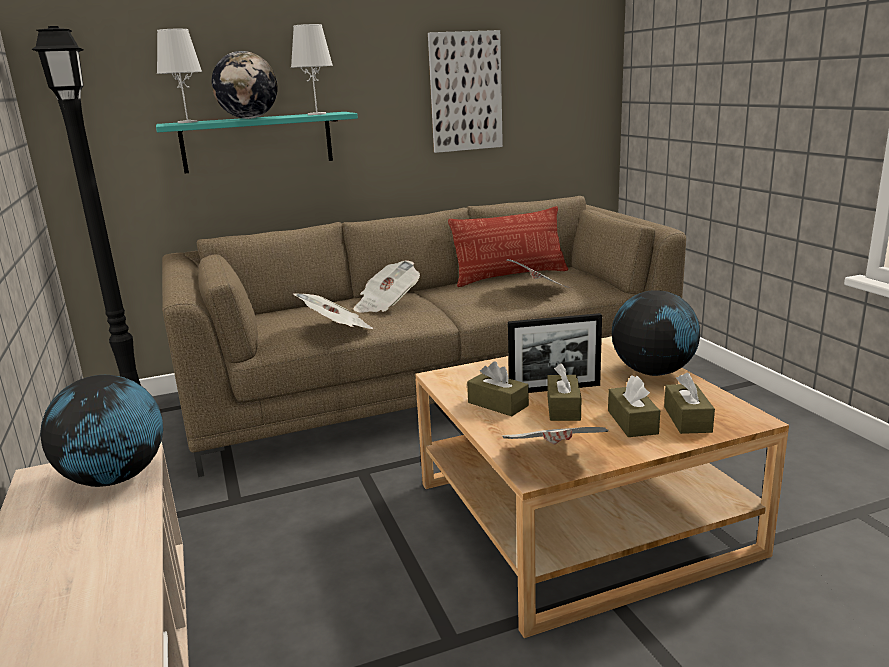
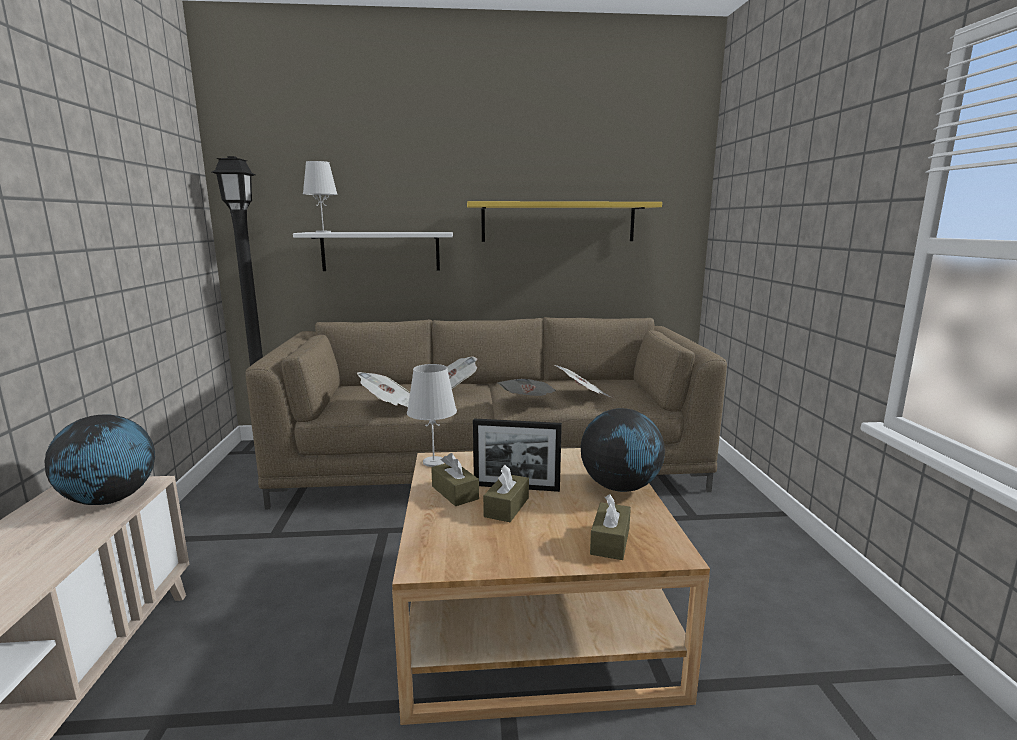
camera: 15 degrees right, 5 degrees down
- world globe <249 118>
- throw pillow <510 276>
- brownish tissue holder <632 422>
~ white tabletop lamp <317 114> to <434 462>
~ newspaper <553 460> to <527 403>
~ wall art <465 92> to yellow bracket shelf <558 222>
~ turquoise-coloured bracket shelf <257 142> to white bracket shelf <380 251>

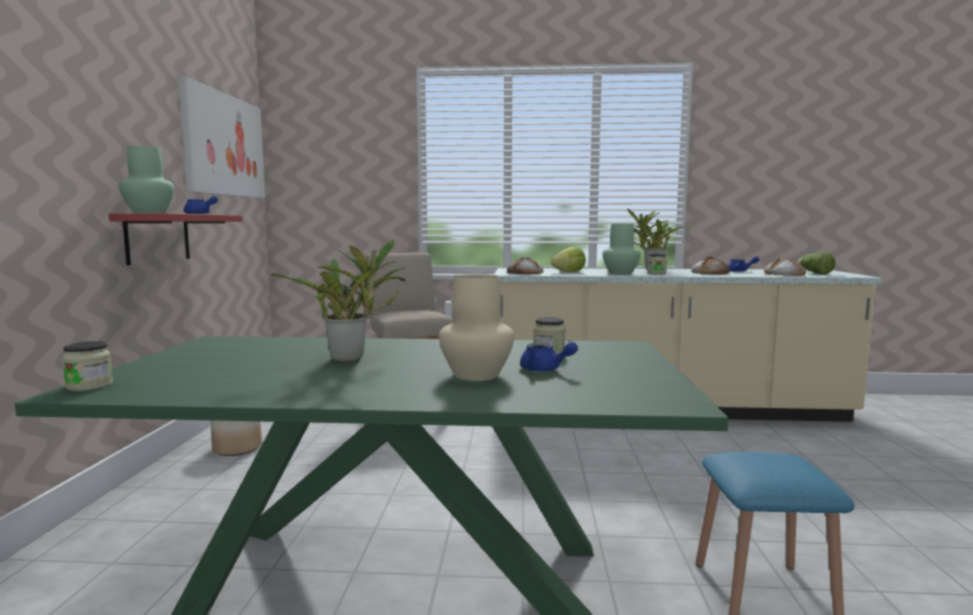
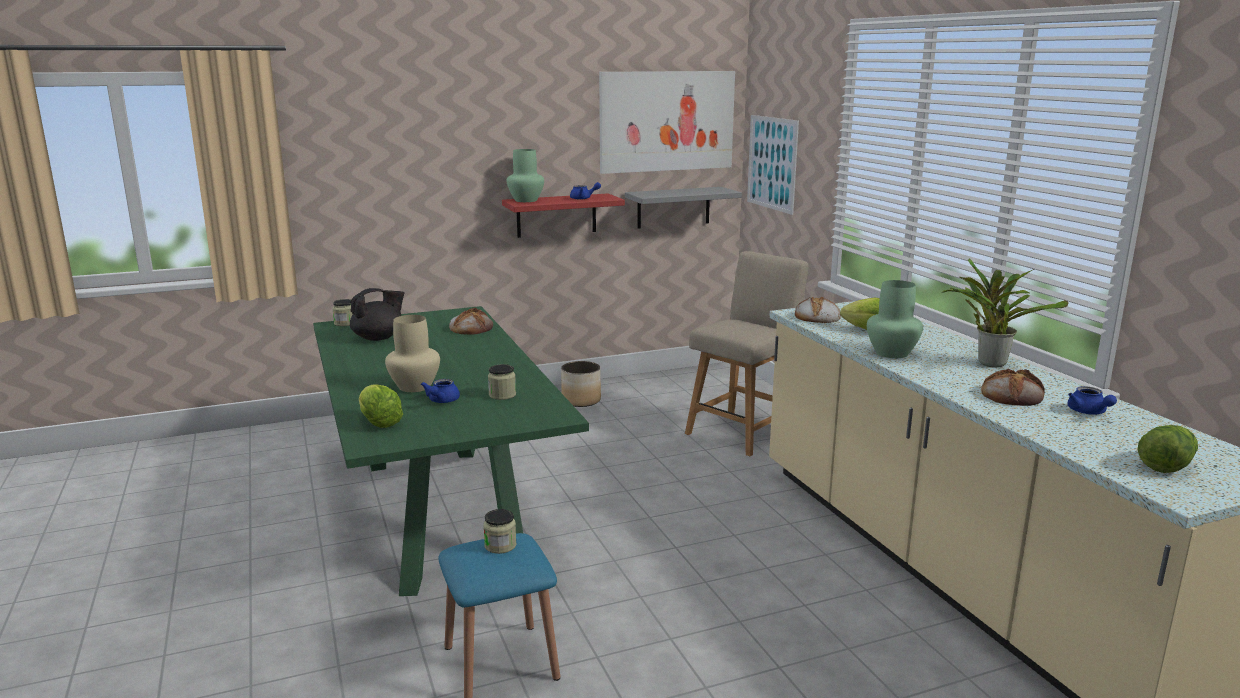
camera: 65 degrees right, 10 degrees up
- houseplant <352 358>
+ black-coloured pot for tea <379 338>
+ lettuce <379 422>
+ gray bracket shelf <673 207>
+ wall art <772 163>
~ jar <656 273> to <500 545>
~ baked bread <784 274> to <471 328>

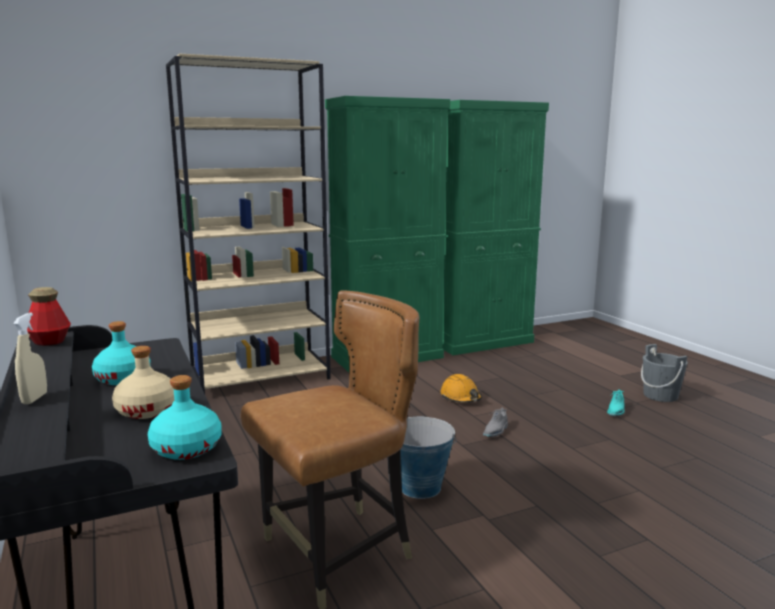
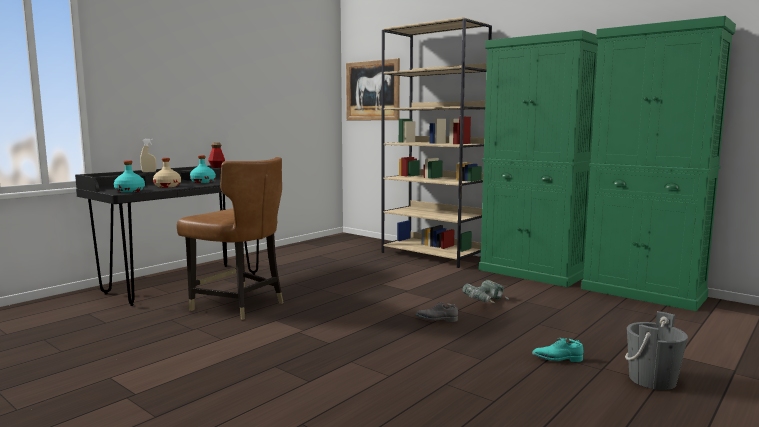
camera: 65 degrees right, 5 degrees down
- bucket <420 487>
+ wall art <372 90>
~ orange-coloured work helmet <461 398> to electric drill <487 302>

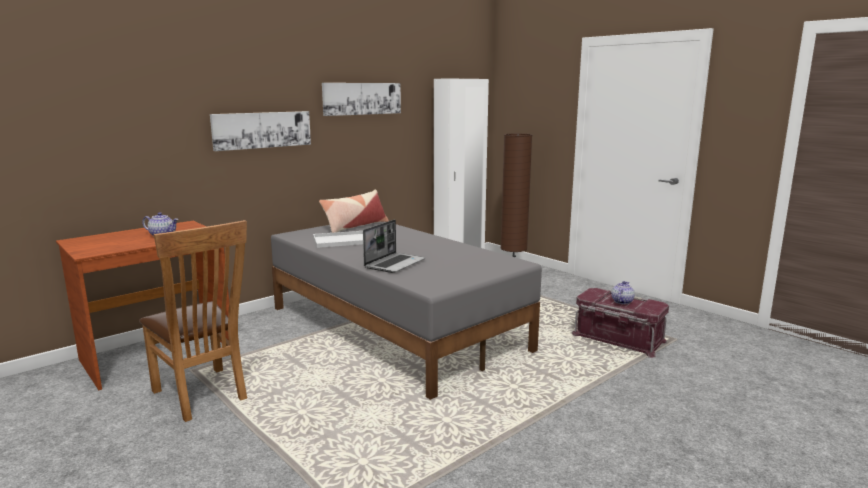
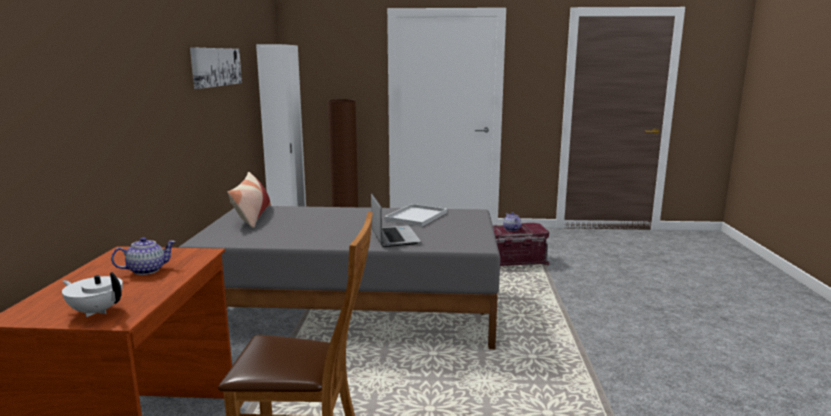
camera: 45 degrees left, 0 degrees up
- wall art <262 130>
+ white pot for tea <96 311>
~ white carrying tray <340 241> to <416 216>

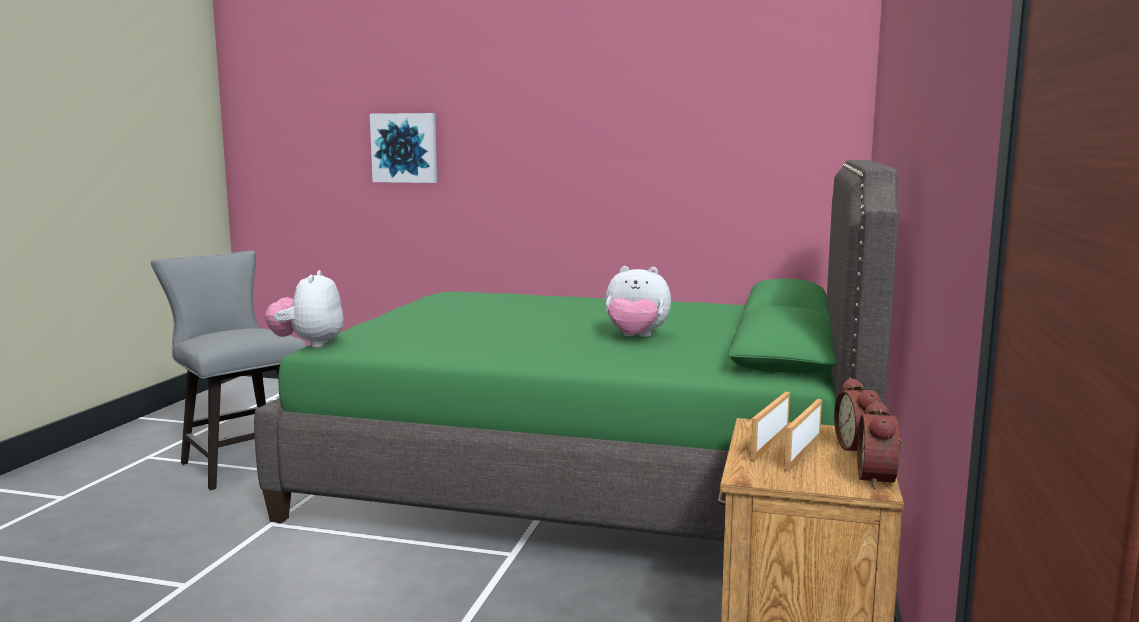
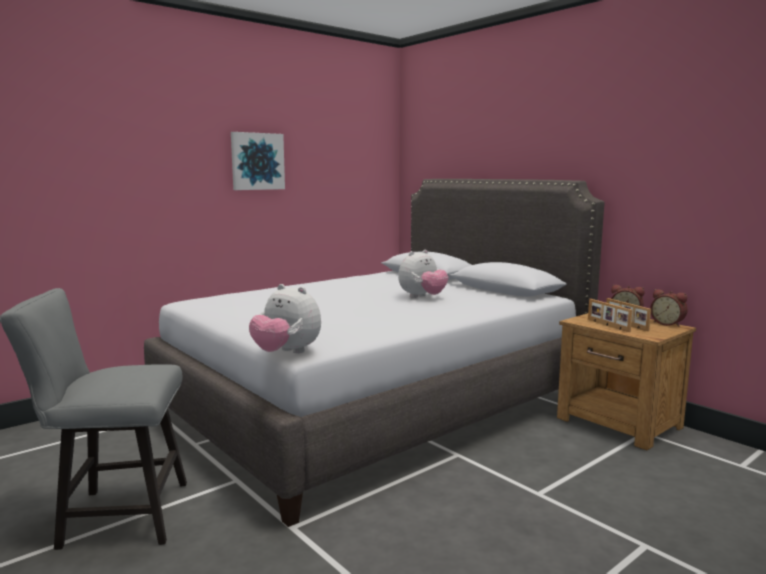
camera: 55 degrees left, 0 degrees up
~ wall art <404 148> to <257 161>
~ green-coloured sleeping bed <591 477> to gray sleeping bed <376 404>

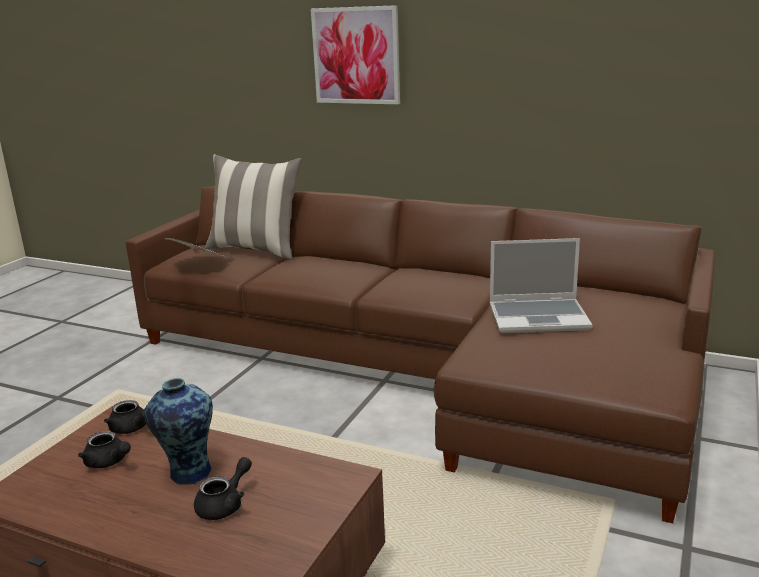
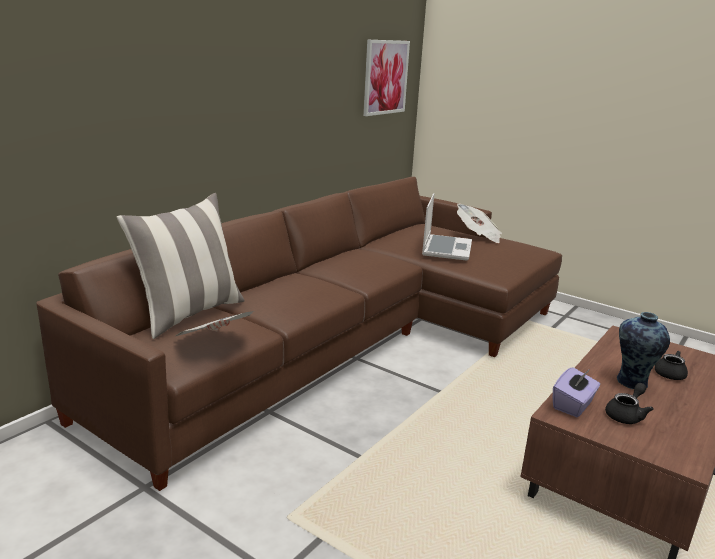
camera: 80 degrees left, 0 degrees up
+ newspaper <478 236>
~ wall art <356 55> to <385 77>
~ black-coloured pot for tea <131 429> to purple tissue holder <573 405>

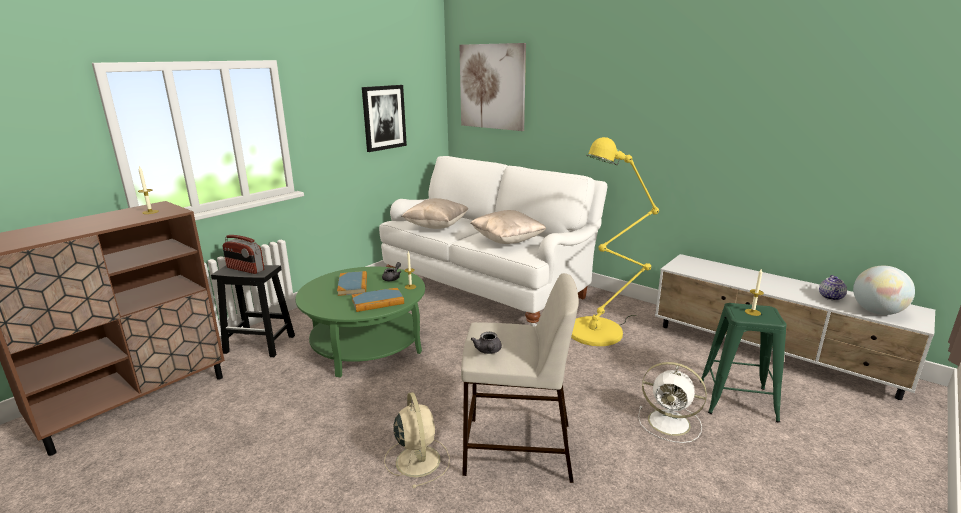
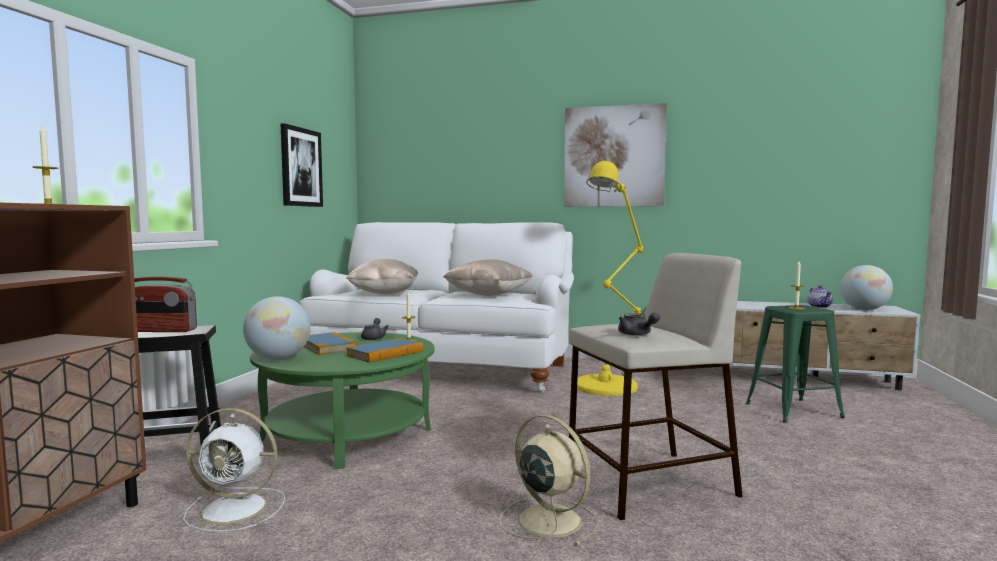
camera: 25 degrees left, 15 degrees down
+ world globe <278 359>
~ wall art <492 87> to <614 156>
~ white cooling fan <671 423> to <237 509>

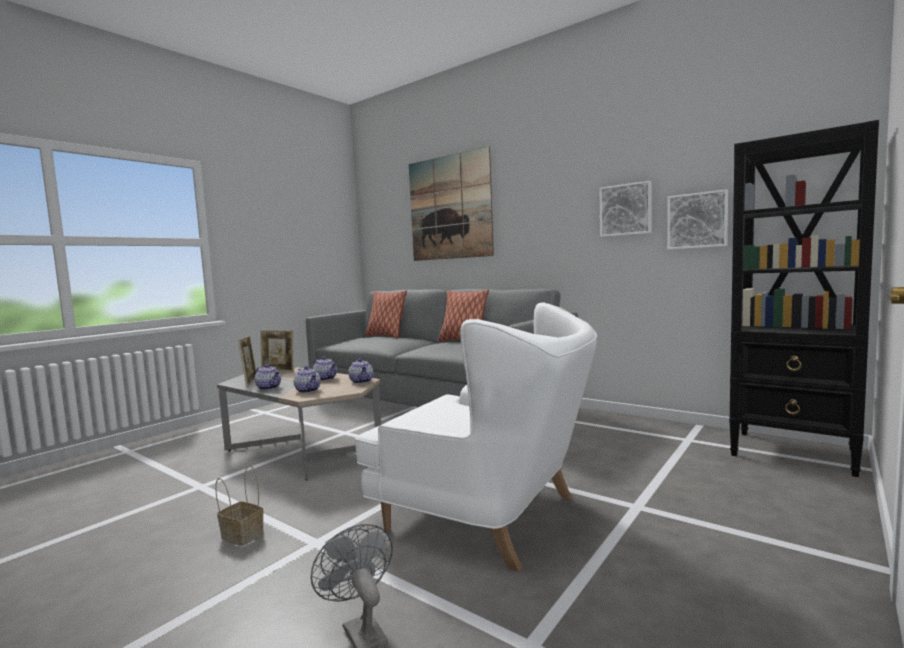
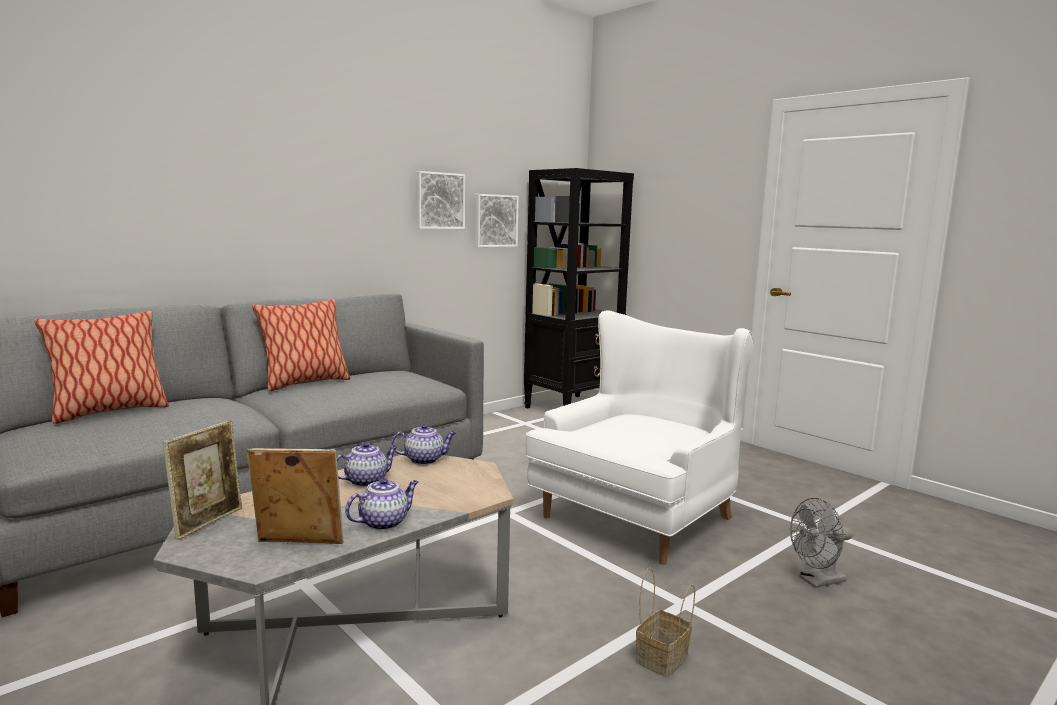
camera: 80 degrees left, 5 degrees up
- pot for tea <308 390>
- wall art <449 207>

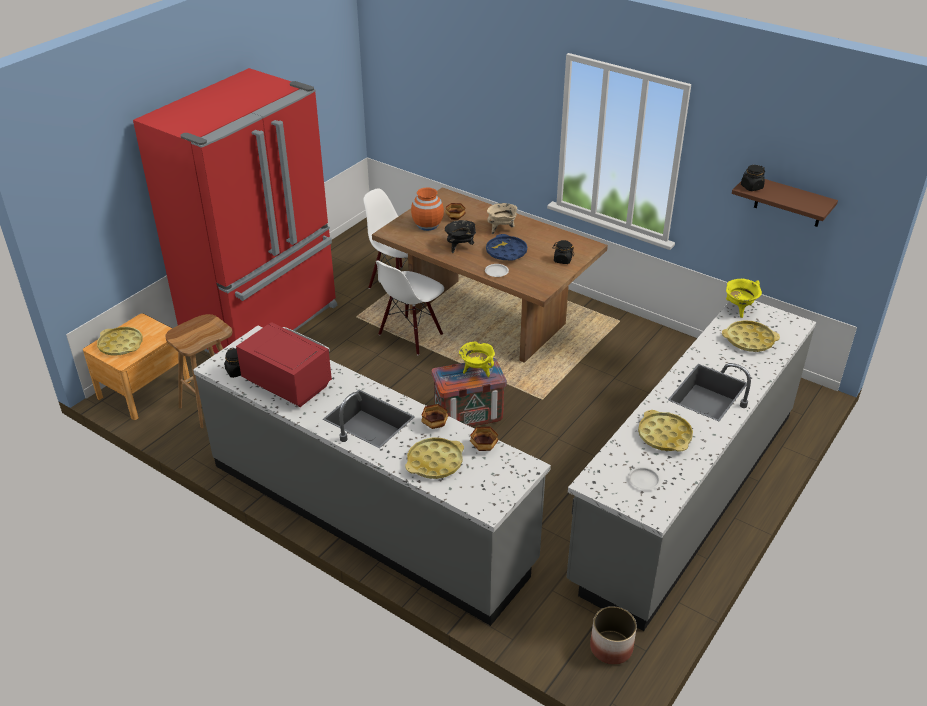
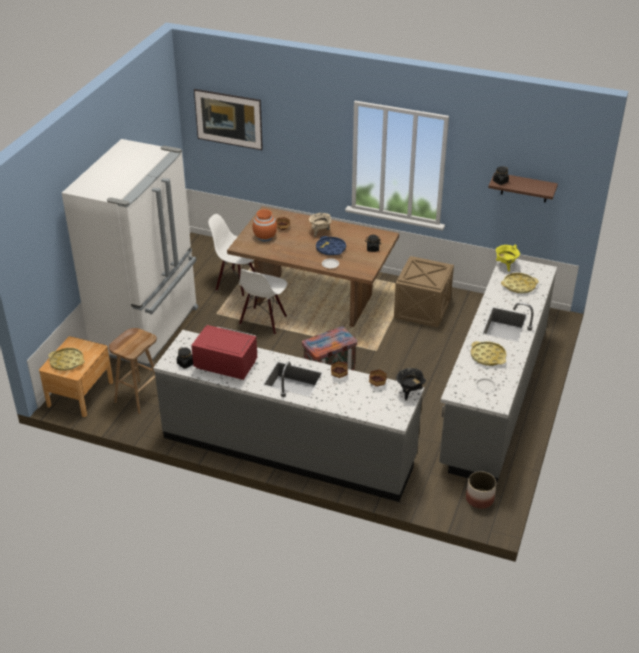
camera: 15 degrees left, 0 degrees up
- yellow carrying tray <435 462>
- yellow stockpot <477 371>
+ wall art <229 131>
+ crate <422 309>
~ black-coloured stockpot <460 247> to <409 392>
~ red-coloured fridge <264 323> to white fridge <148 330>

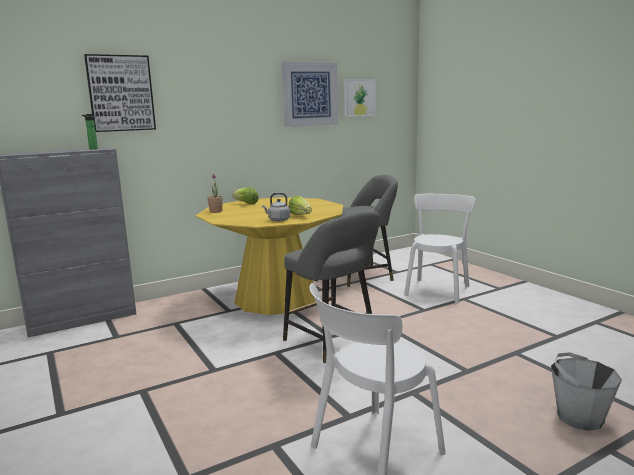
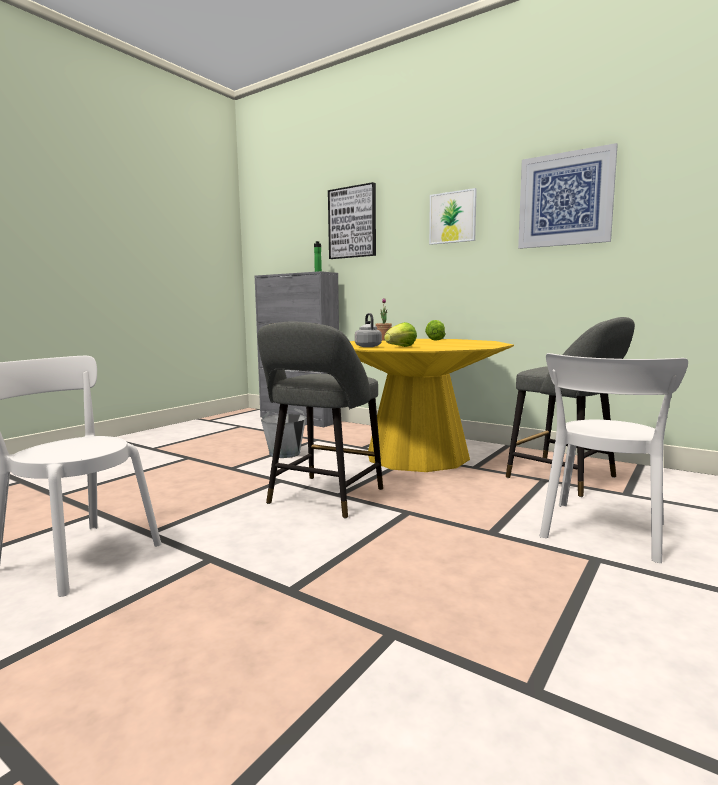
camera: 65 degrees right, 5 degrees down
~ wall art <359 97> to <452 217>
~ gray bucket <579 417> to <285 453>
~ white chair <438 289> = <602 532> 120 degrees clockwise

